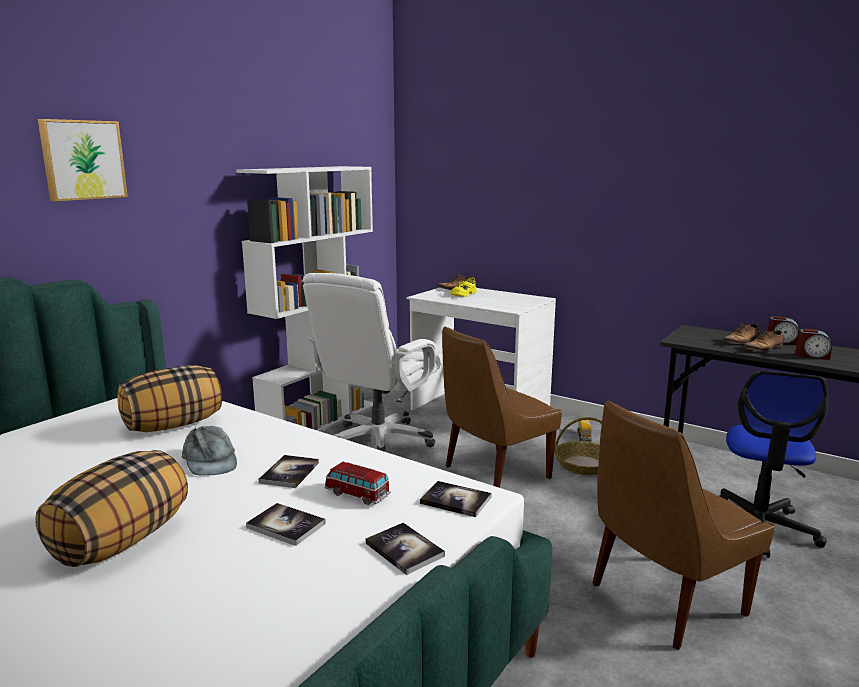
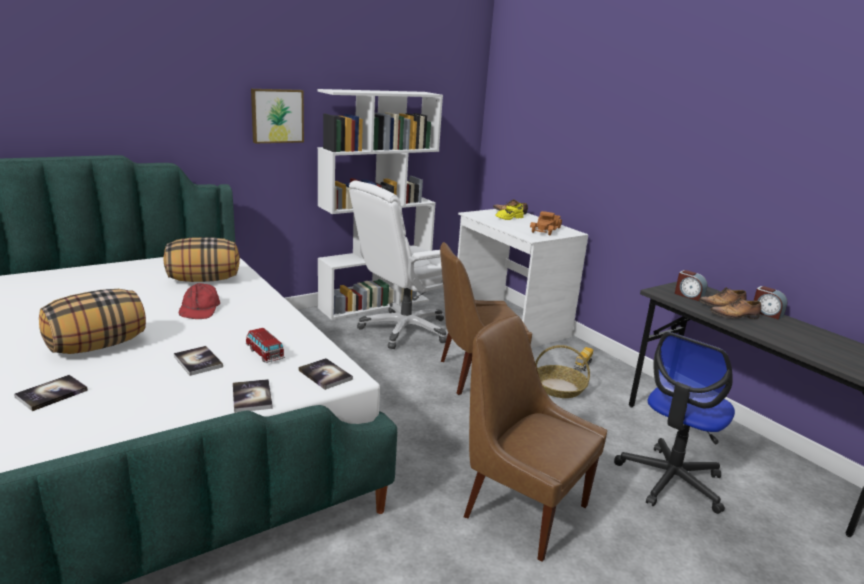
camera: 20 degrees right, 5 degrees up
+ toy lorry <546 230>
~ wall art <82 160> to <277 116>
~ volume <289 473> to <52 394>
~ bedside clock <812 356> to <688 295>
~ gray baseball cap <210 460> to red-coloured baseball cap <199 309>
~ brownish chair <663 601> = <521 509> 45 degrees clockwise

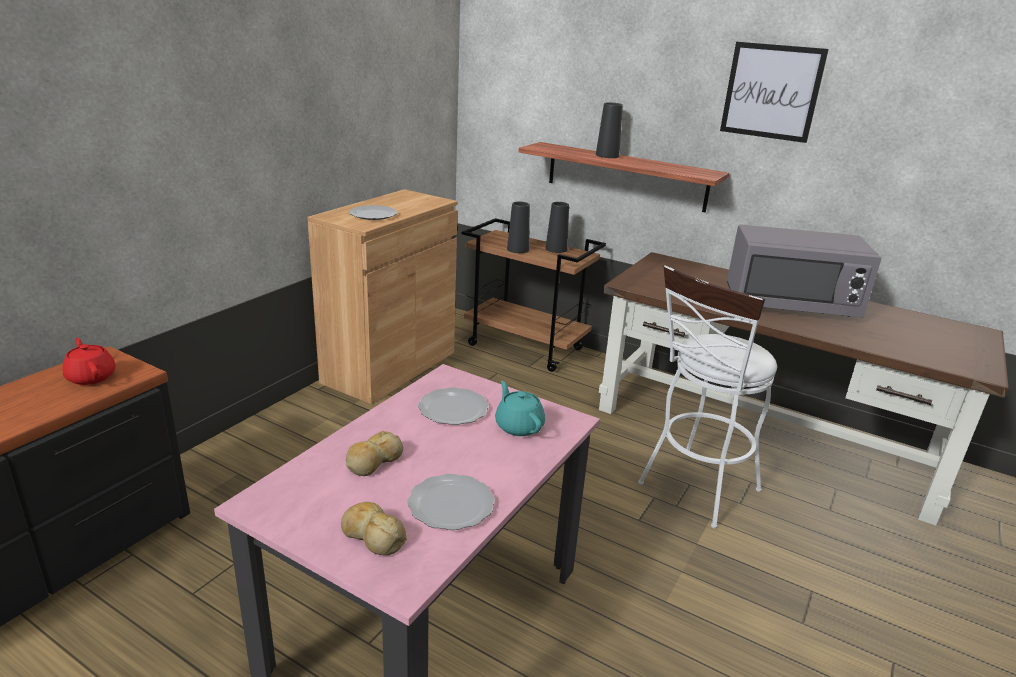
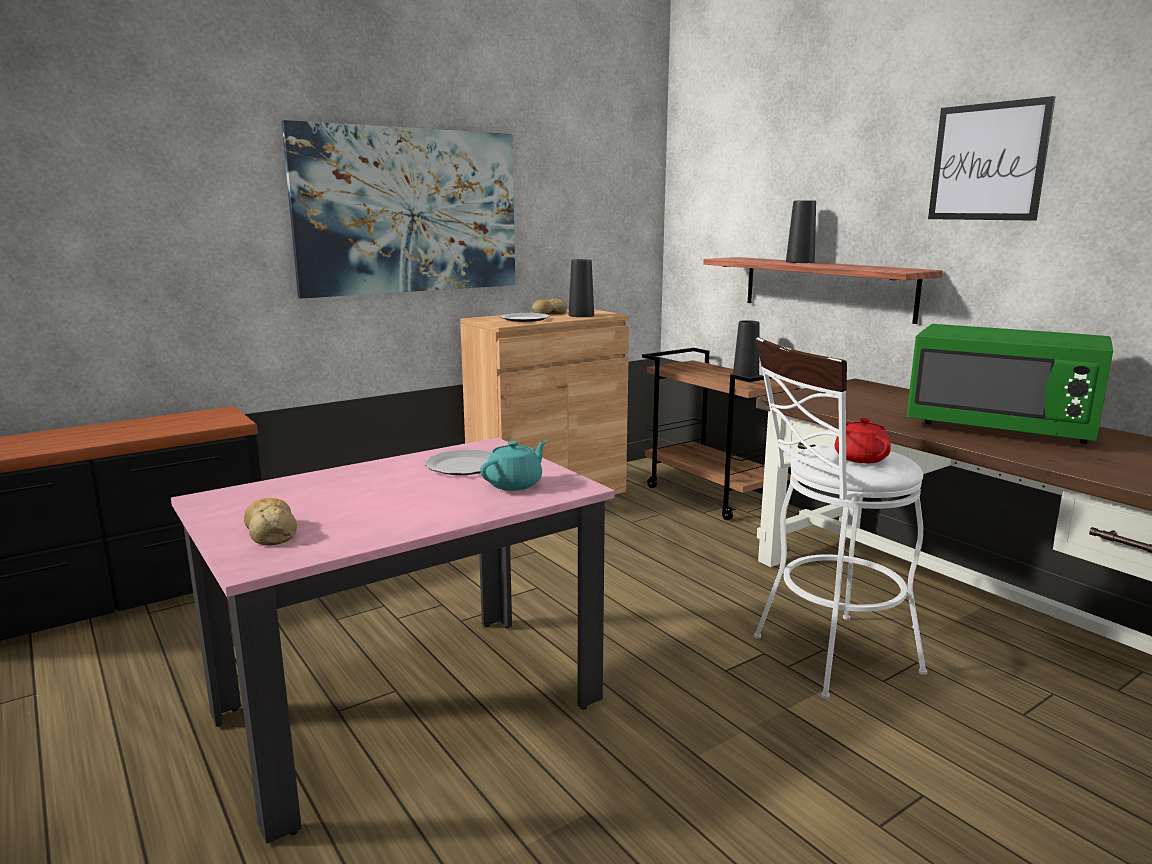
camera: 25 degrees right, 10 degrees down
- plate <450 505>
+ wall art <409 211>
~ red-coloured pot for tea <91 377> to <860 458>
~ baked bread <373 461> to <548 313>
~ black-coloured decorative vase <518 249> to <581 315>
~ gray microwave oven <790 304> to green-coloured microwave oven <1000 428>
~ turquoise-coloured pot for tea <519 426> = <515 484> 45 degrees clockwise

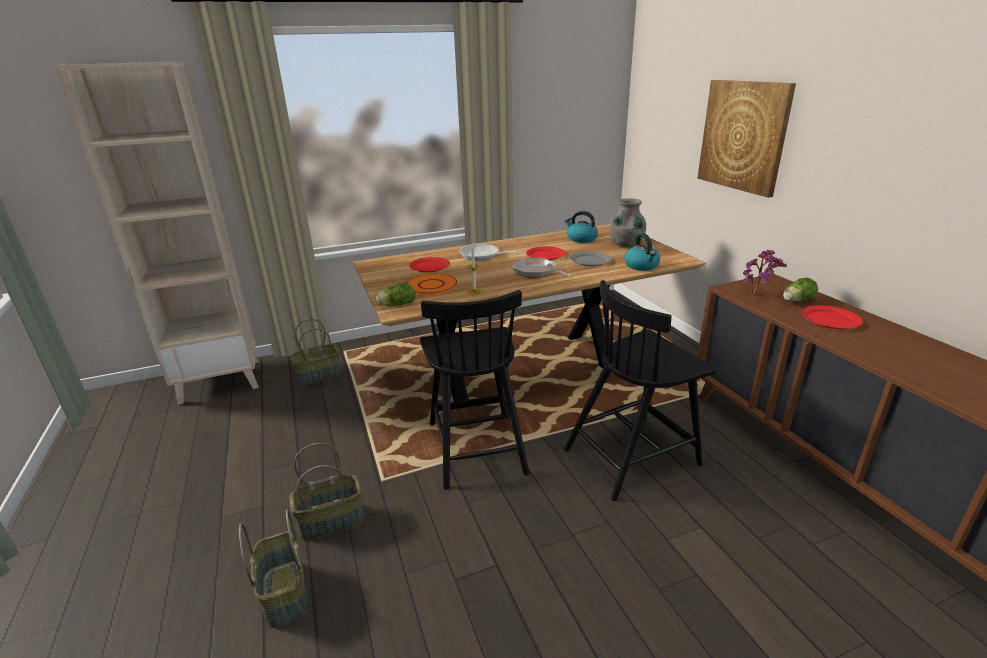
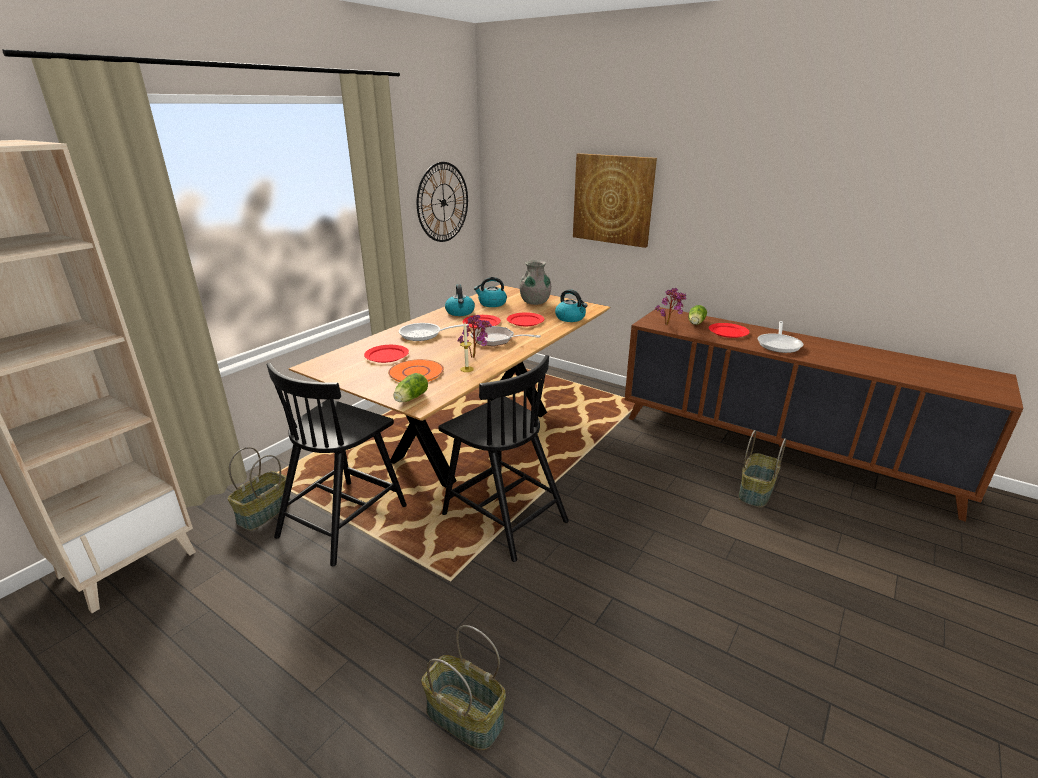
camera: 35 degrees left, 0 degrees up
+ hanging clock <443 202>
+ tea kettle <460 312>
+ houseplant <476 357>
+ pan <779 344>
~ household basket <332 520> to <755 491>
~ black-coloured chair <633 455> to <344 519>
~ gray plate <589 260> to red-coloured plate <525 321>

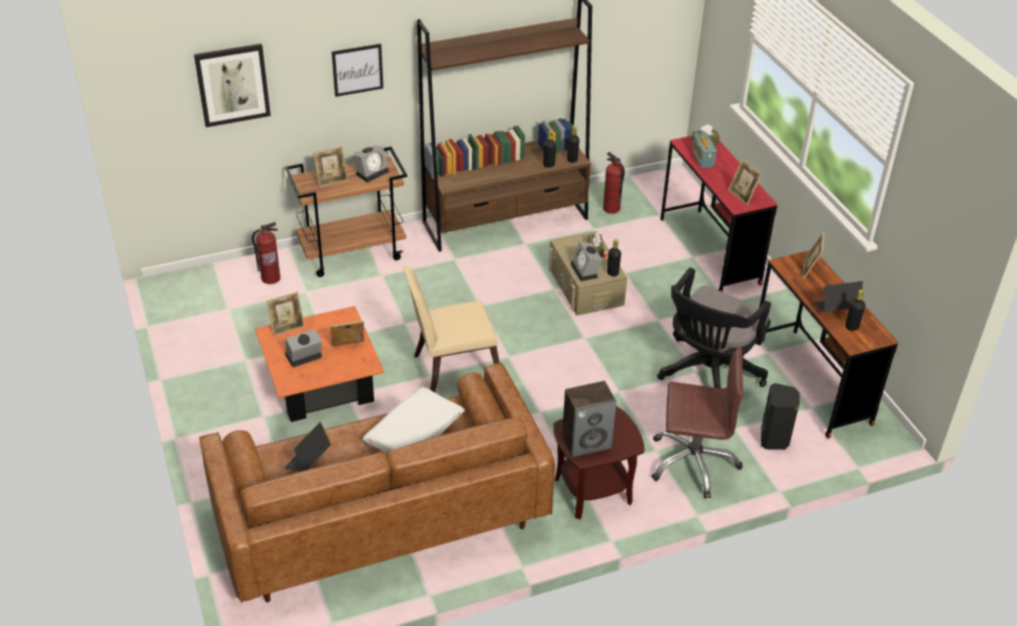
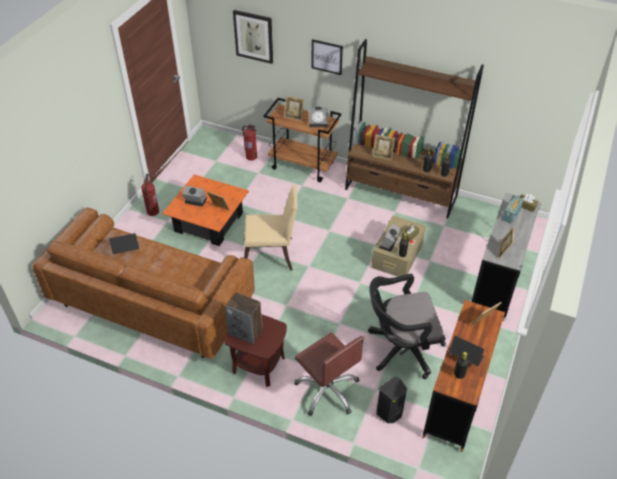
camera: 45 degrees right, 5 degrees up
- white throw pillow <415 432>
~ photo frame <287 327> to <382 155>
~ fire-fighting cylinder <611 208> to <152 211>
~ red-coloured desk table <709 251> to gray desk table <498 280>
~ beige-coloured chair <451 371> = <272 255> 150 degrees clockwise

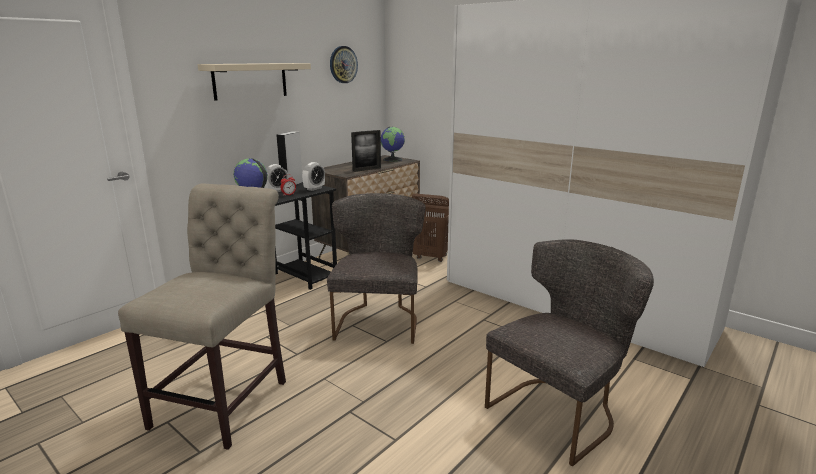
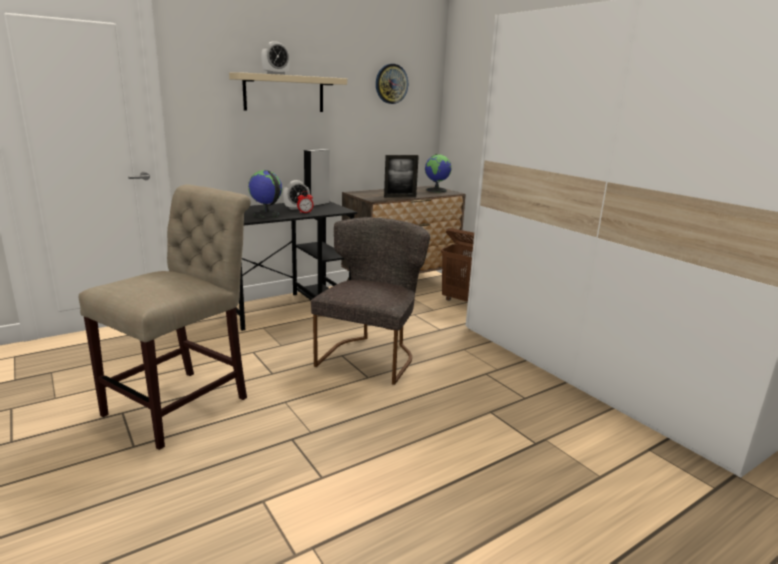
camera: 15 degrees right, 0 degrees up
- gray chair <559 410>
~ bedside clock <314 189> to <276 74>

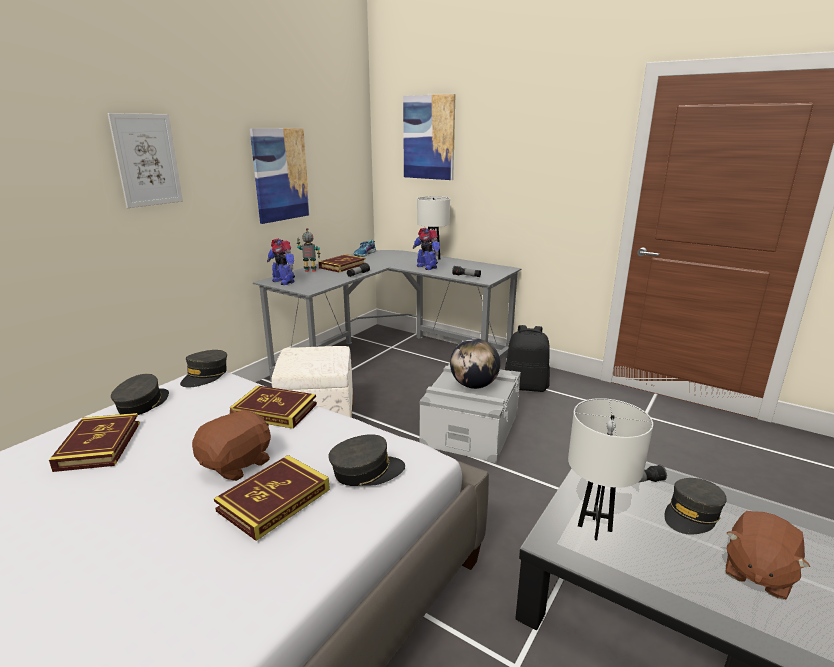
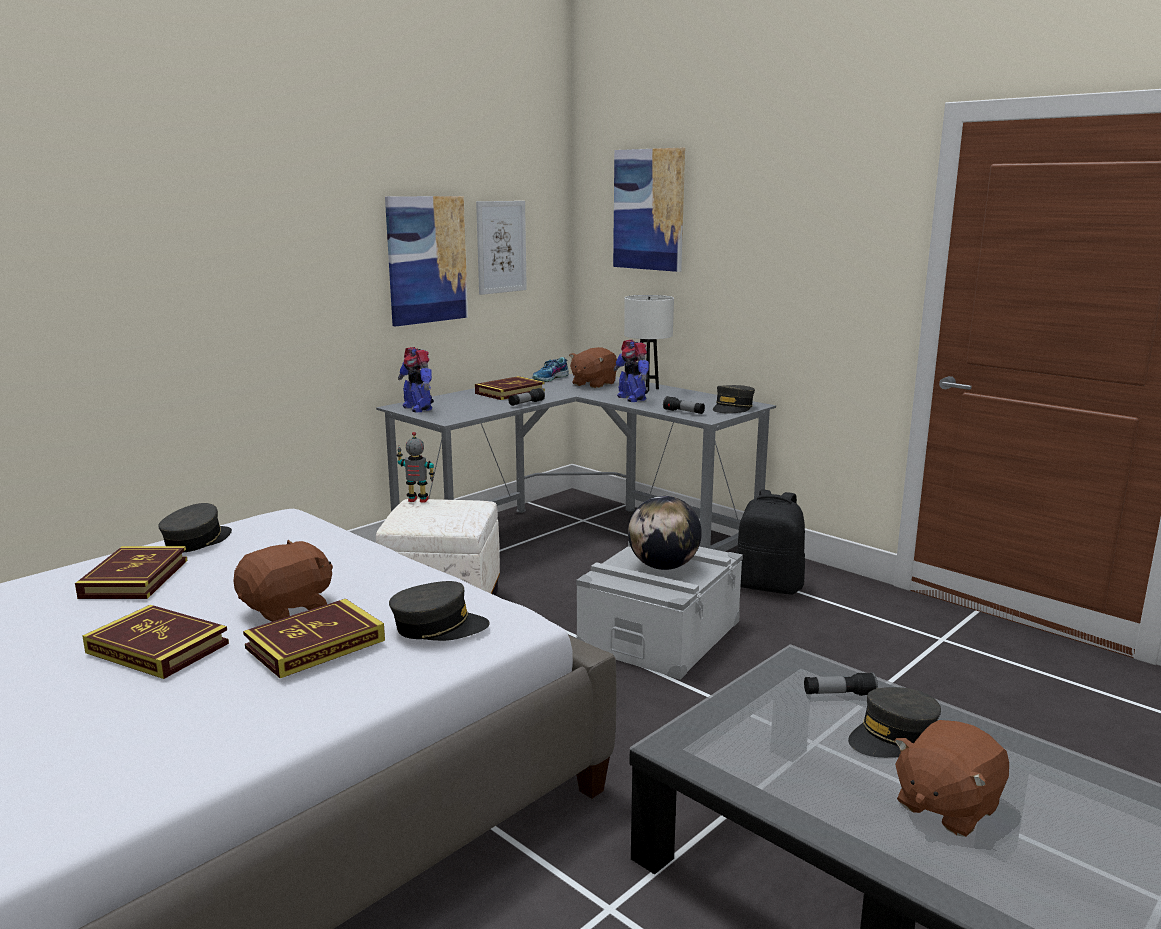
camera: 10 degrees right, 5 degrees down
- white tabletop lamp <595 528>
+ brownish soft toy <593 384>
~ wall art <147 160> to <501 247>
~ gray baseball cap <205 376> to <732 408>
~ volume <275 411> to <157 648>
~ toy robot <310 270> to <417 500>

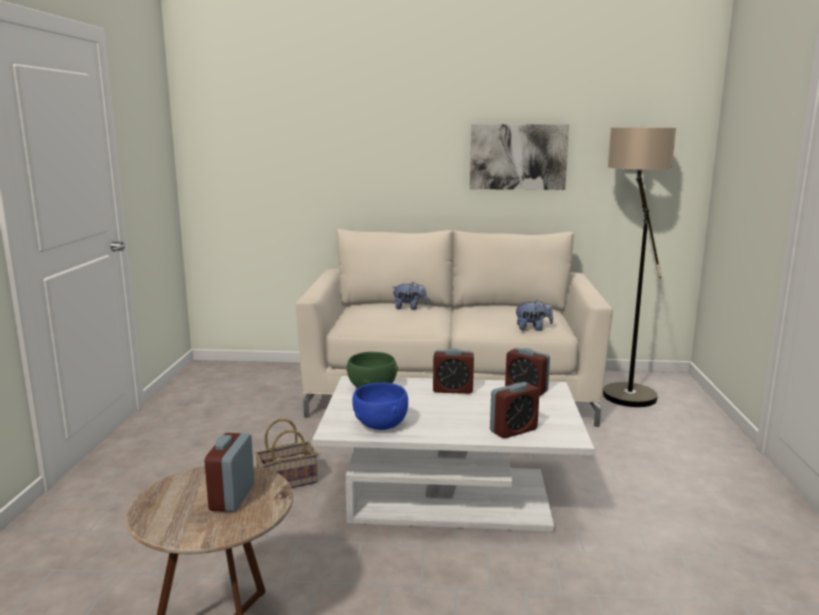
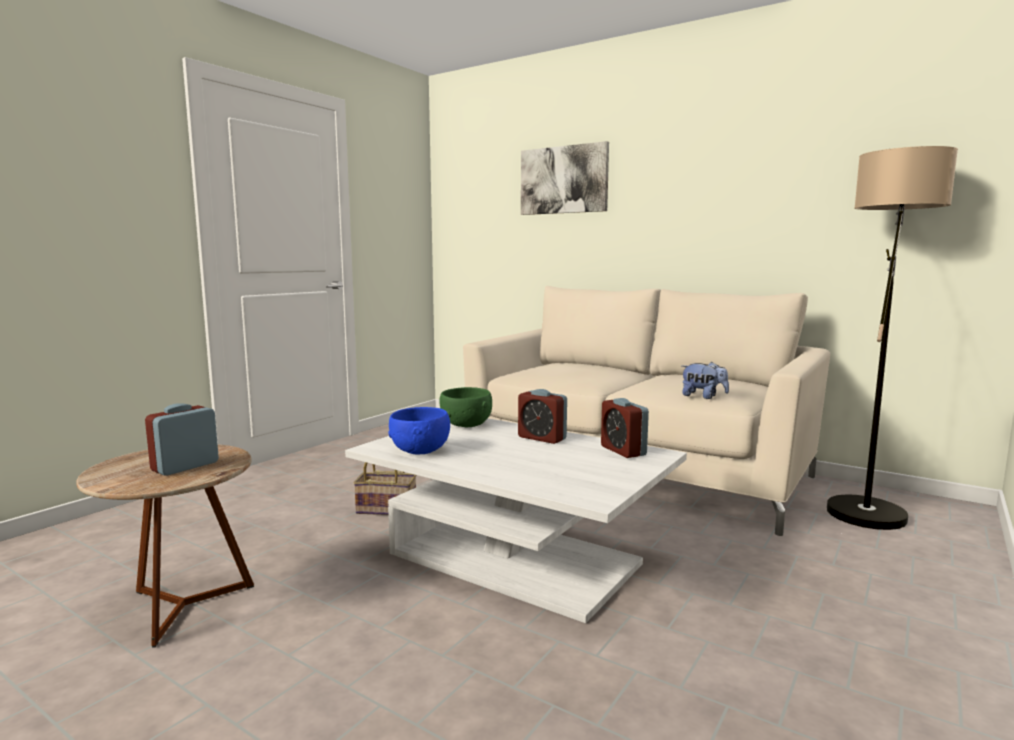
camera: 30 degrees right, 5 degrees down
- soft toy <409 308>
- bedside clock <513 430>
~ wall art <518 157> to <564 180>

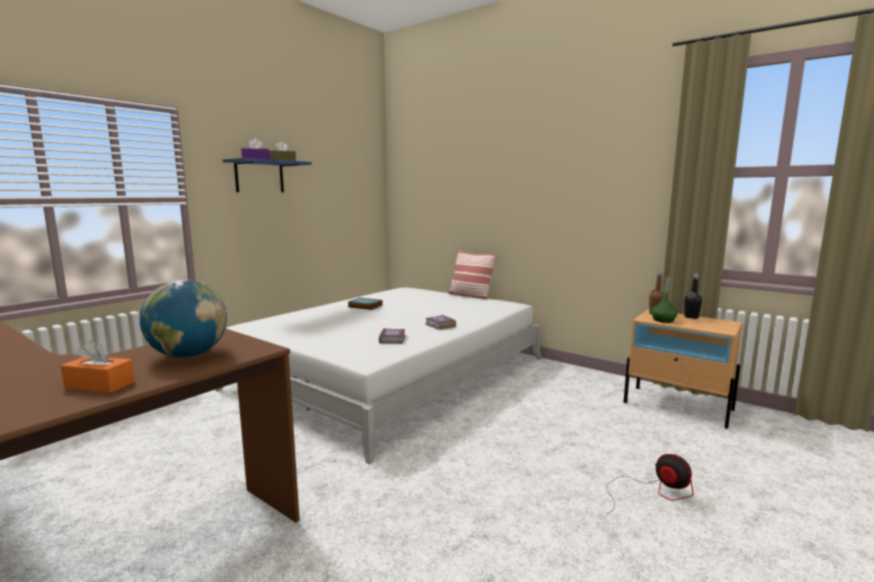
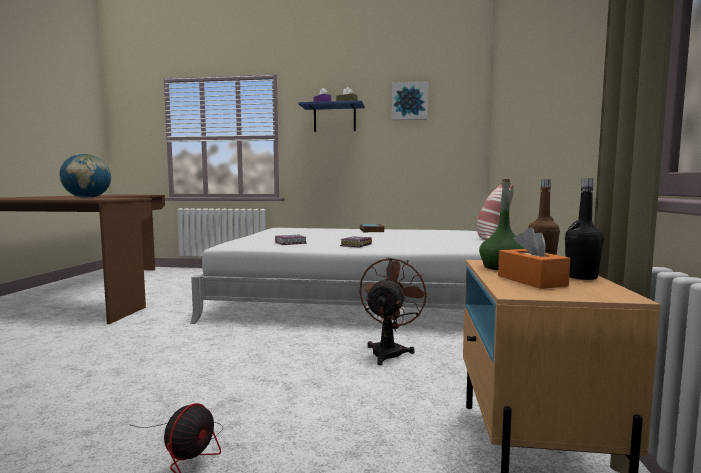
camera: 60 degrees right, 5 degrees down
+ brownish cooling fan <389 351>
+ wall art <409 101>
~ orange-coloured tissue holder <100 385> to <531 280>

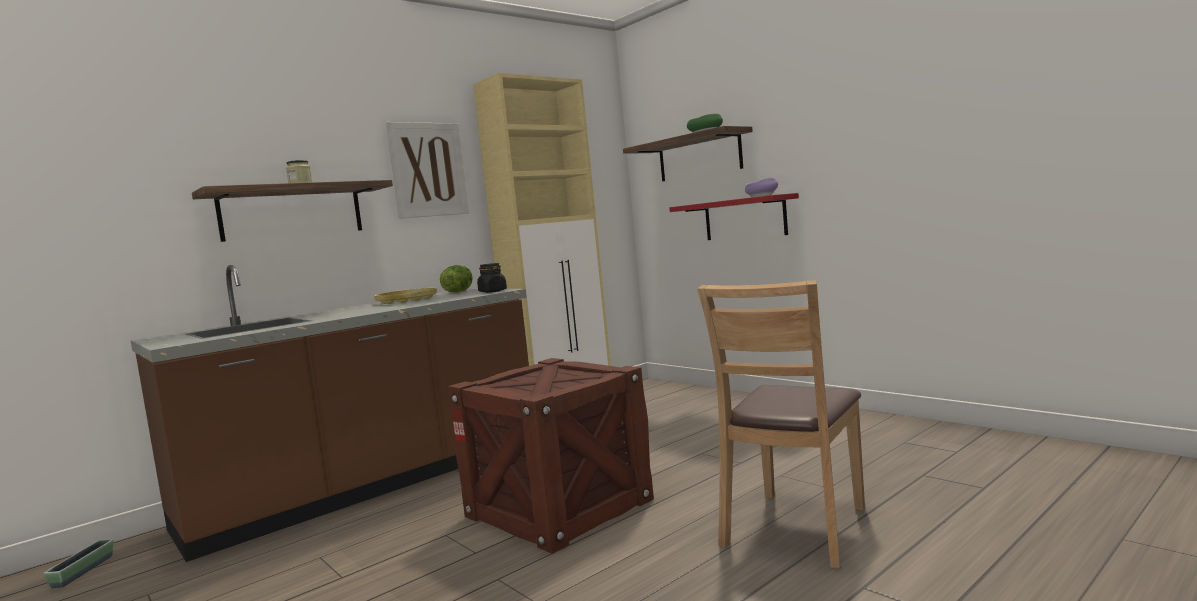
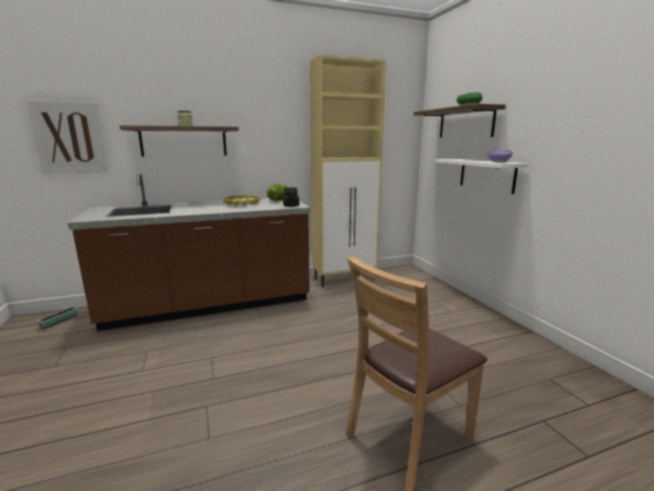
camera: 20 degrees right, 10 degrees up
- crate <559 507>
~ wall art <428 169> to <69 137>
~ red-coloured bracket shelf <744 218> to white bracket shelf <486 175>

